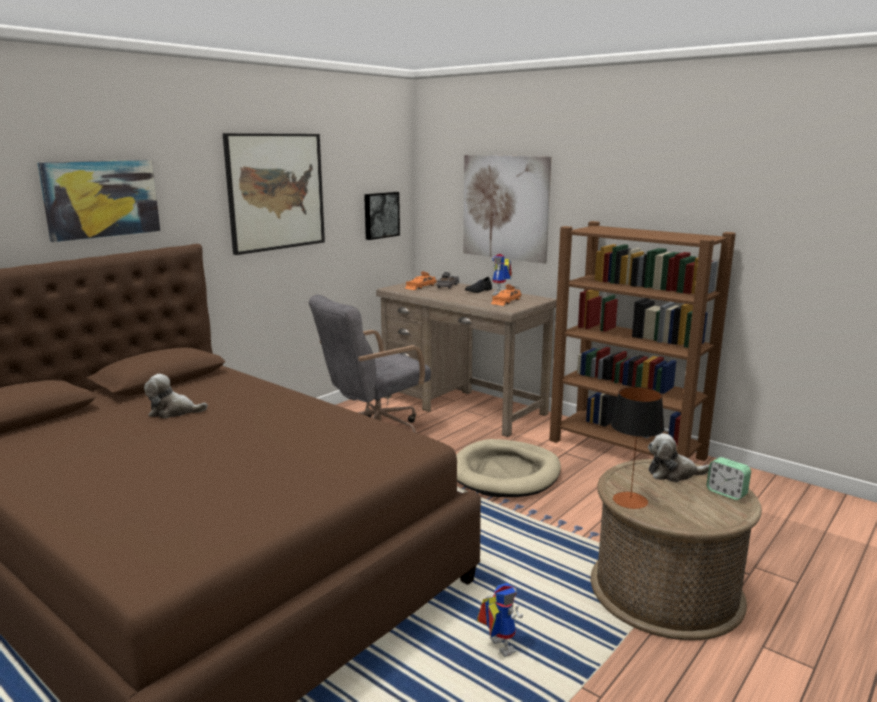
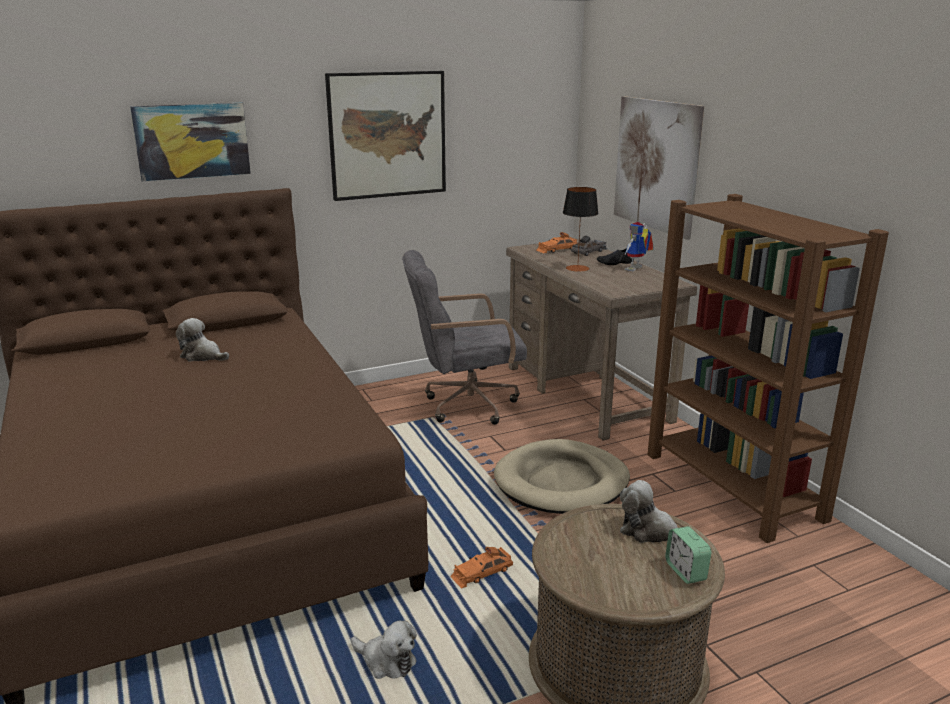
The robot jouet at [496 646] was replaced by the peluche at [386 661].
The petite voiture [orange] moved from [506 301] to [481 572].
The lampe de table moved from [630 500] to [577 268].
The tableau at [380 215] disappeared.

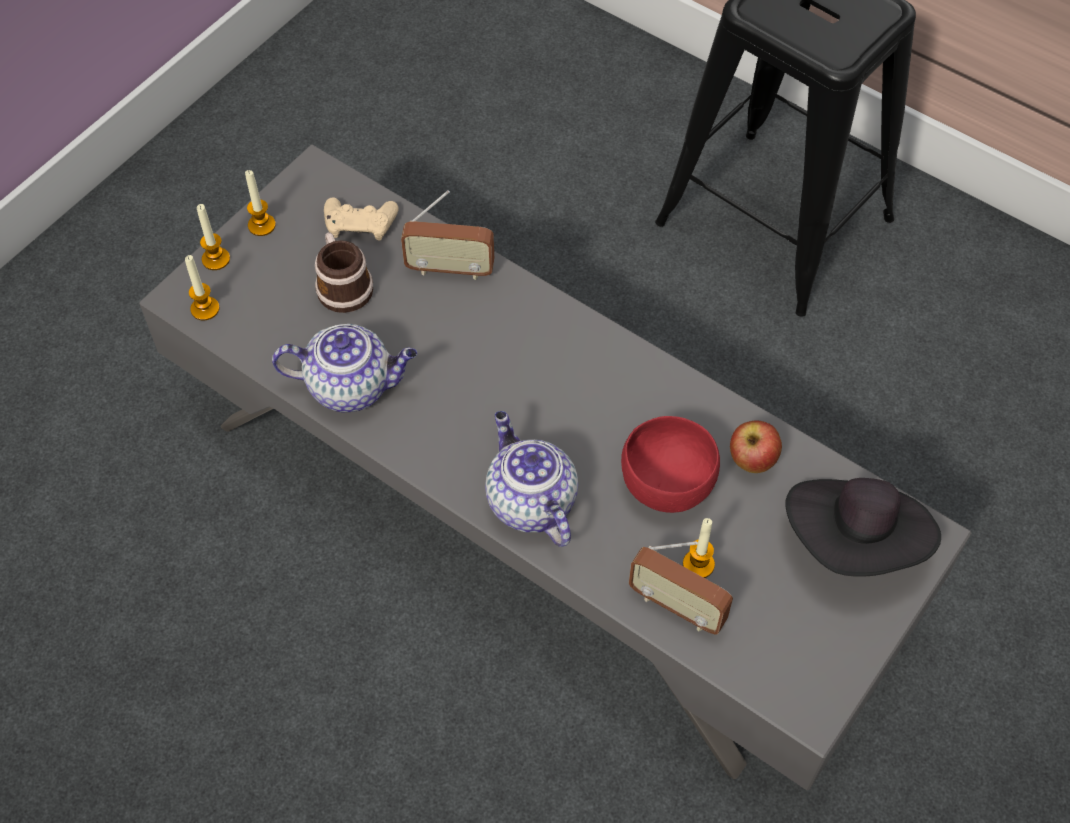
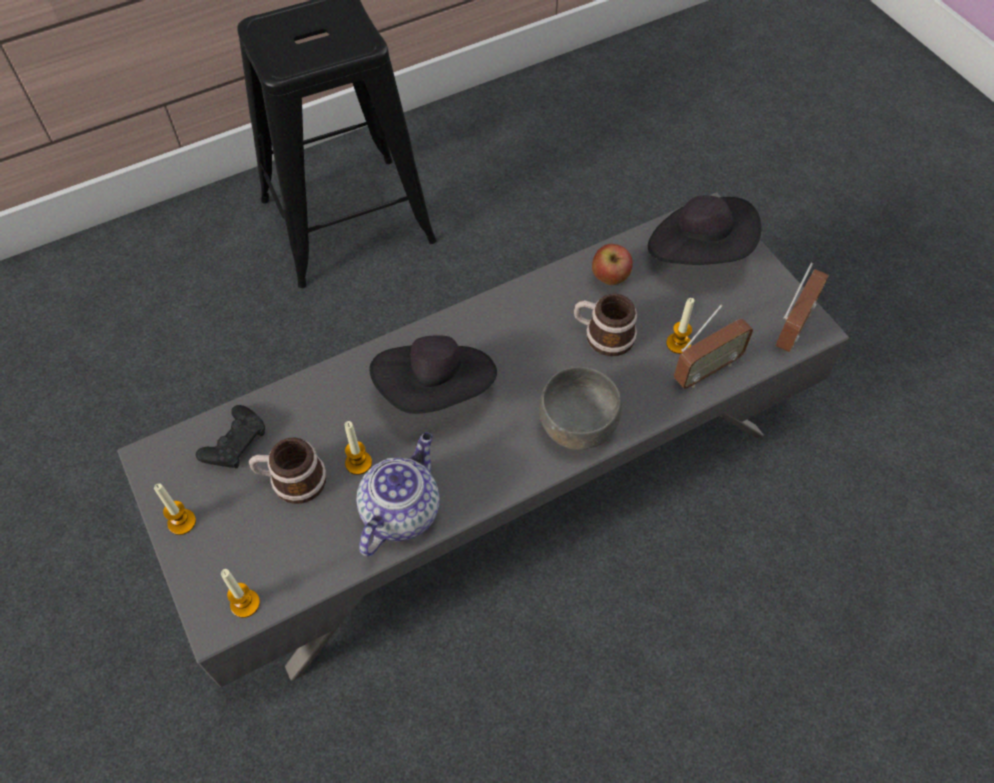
The manette [beige] at [360 223] became the manette [noir] at [235 442].
The bougie moved from [216 259] to [358 463].
The chapeau [noir] at [436 390] appeared.
The théière at [529 501] was replaced by the bol [gris] at [577 426].
The bol [rouge] at [665 483] was replaced by the mug at [603 335].
The radio moved from [450 269] to [793 327].

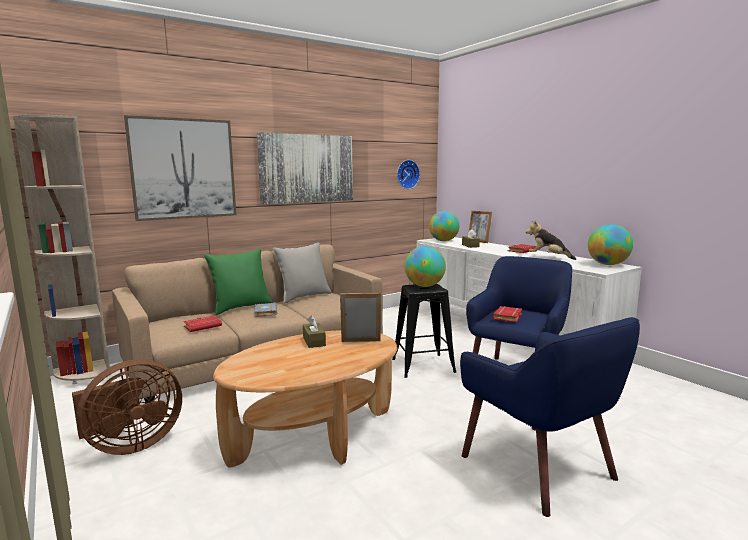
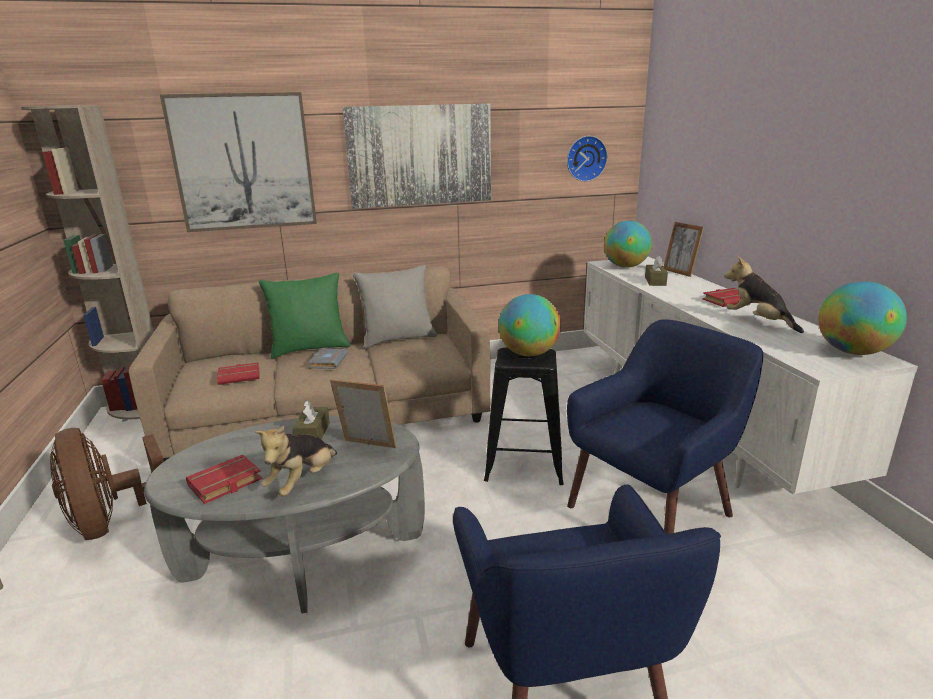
The ventilateur [marron] at [130 445] turned 75 degrees clockwise.
The table basse [marron] at [314 437] became the table basse [gris] at [304 558].
The livre [rouge] moved from [508 317] to [224 484].
The peluche at [302 482] appeared.

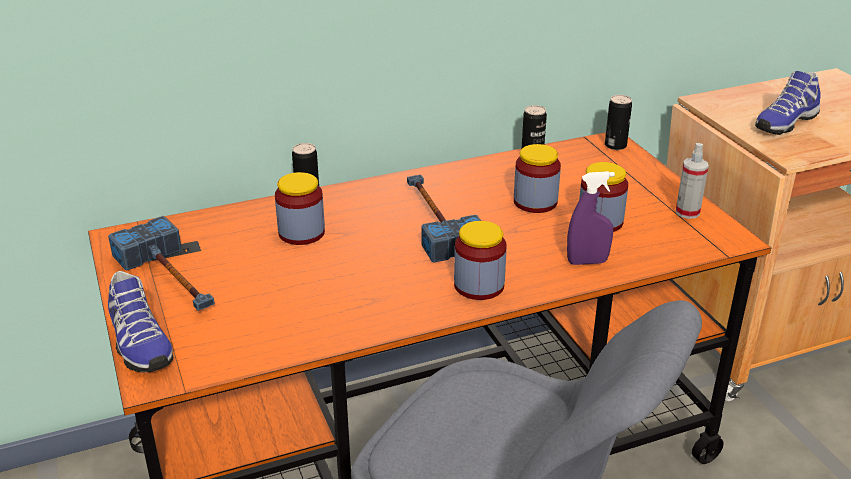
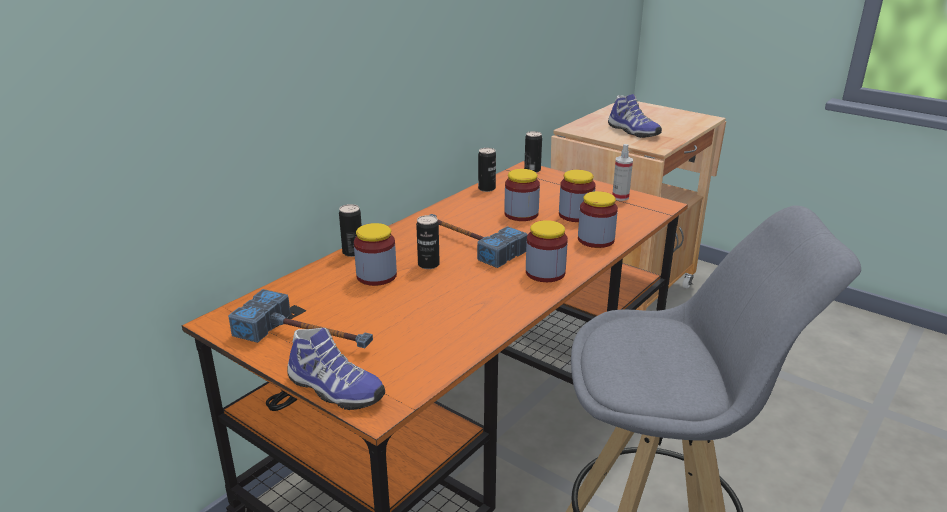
The boîte métallique at [428 264] appeared.
The vaporisateur [violet] at [587 262] was replaced by the bocal at [596 240].
The chaussure at [784 122] turned 60 degrees counterclockwise.

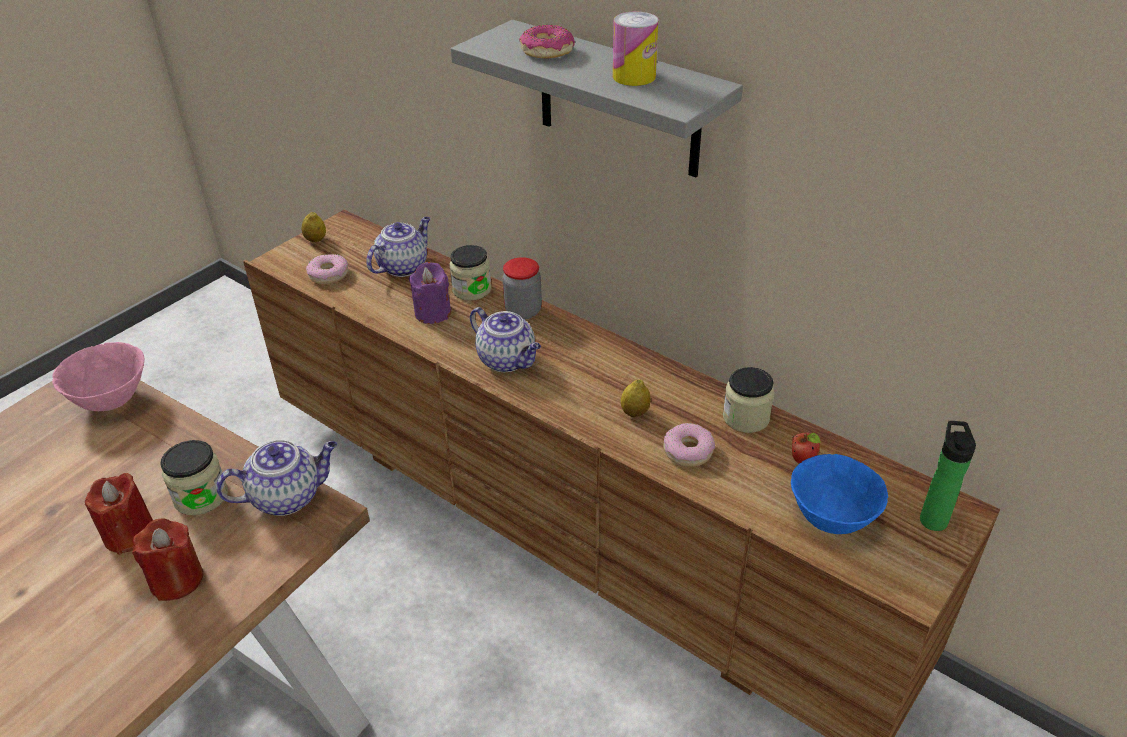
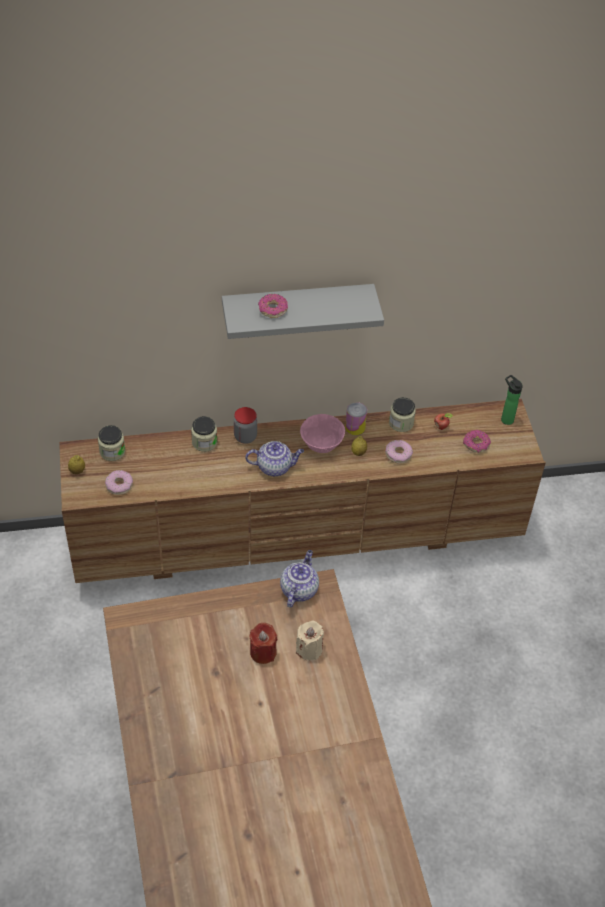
The bocal moved from [201 496] to [112 451].
The bougie [rouge] at [176 579] became the bougie [beige] at [309 649].
The bol [rose] moved from [112 400] to [321 445].
The boîte métallique moved from [634 76] to [355 427].
The bol [bleu] at [831 518] was replaced by the beignet at [476 444].
The théière at [403 266] disappeared.
The bougie [violet] at [432 313] disappeared.

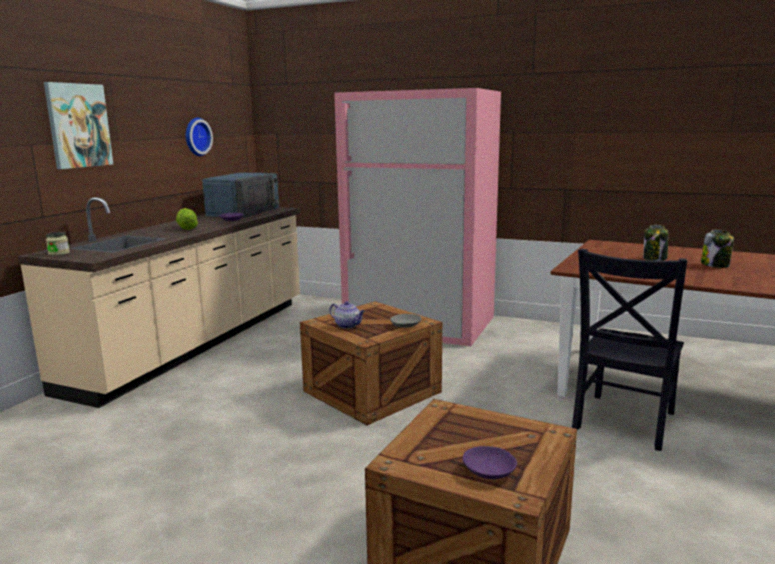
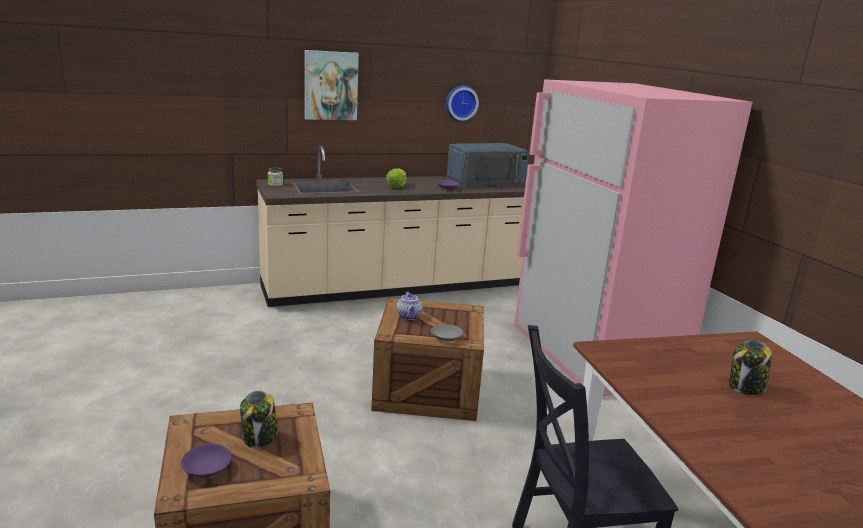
The bocal moved from [715 265] to [260 438].

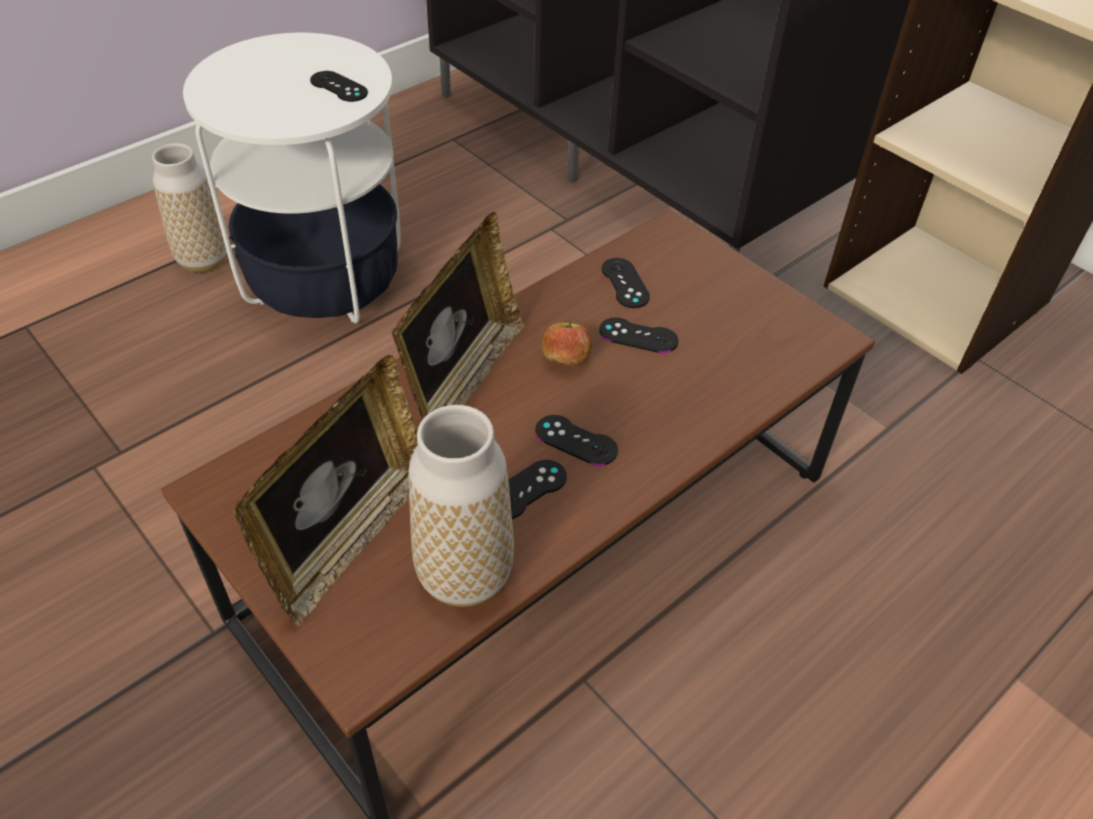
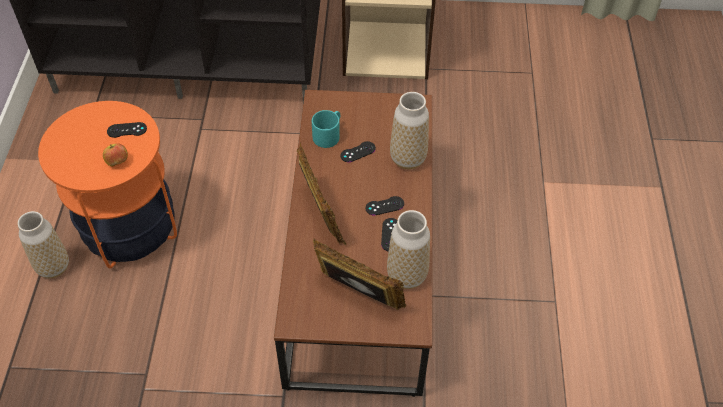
The table d'appoint [blanc] at [325 282] became the table d'appoint [orange] at [130 231].
The pomme moved from [566 360] to [117 162].
The manette [noir] at [625 283] was replaced by the mug [turquoise] at [328 134].
The cadre photo at [350 537] turned 45 degrees counterclockwise.
The vase at [408 159] appeared.

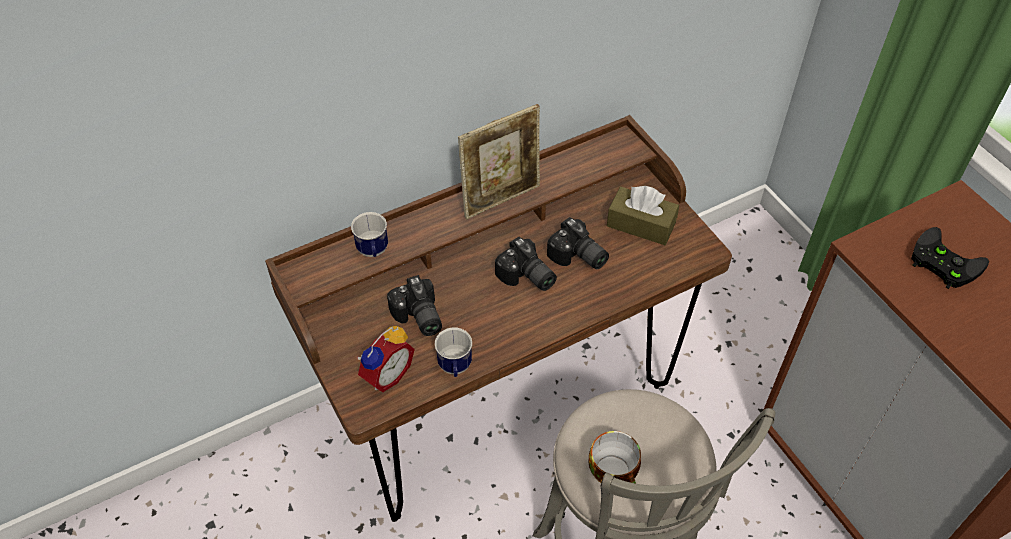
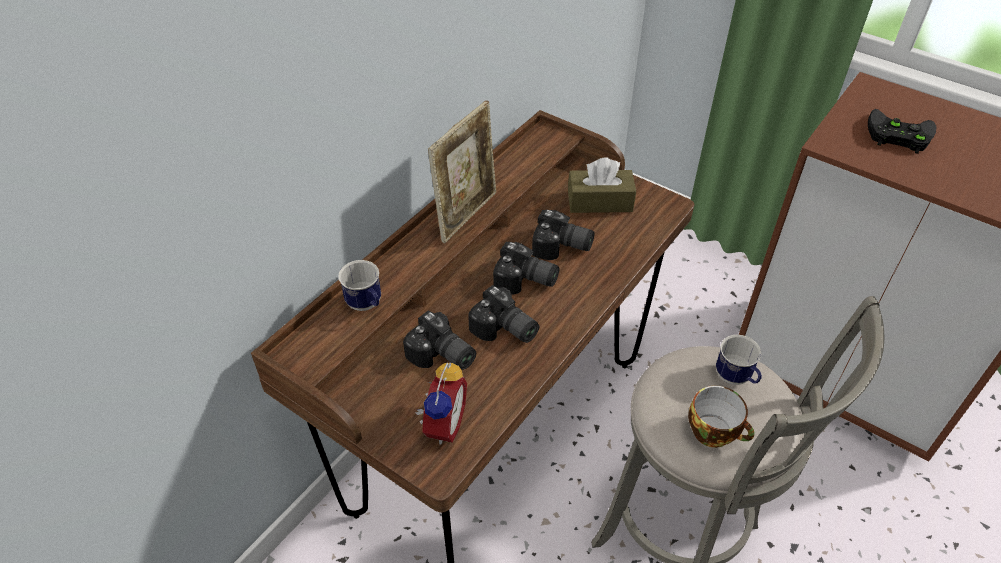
The appareil photo at [504 330] appeared.
The mug moved from [455 368] to [736 379].

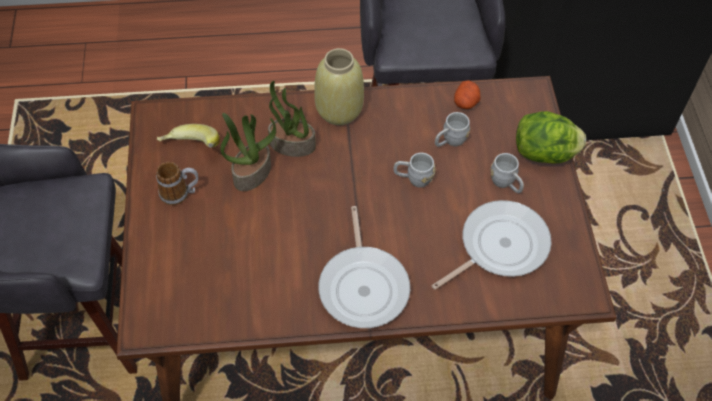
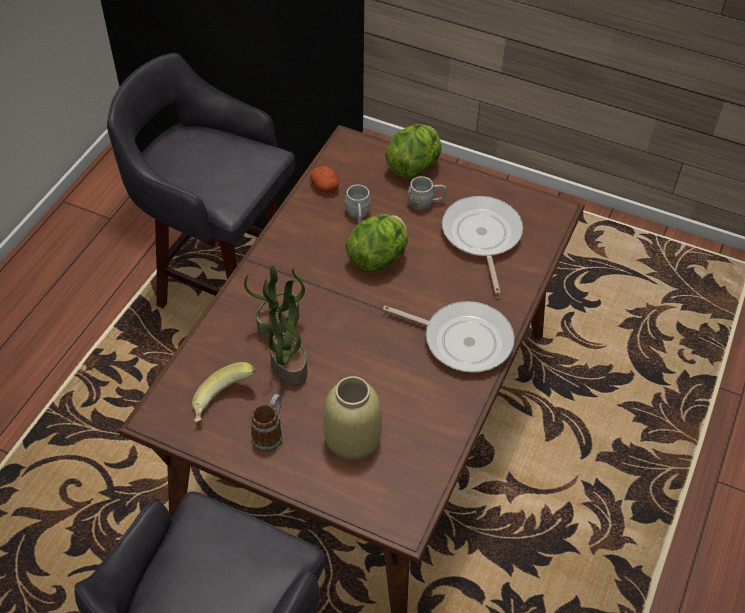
The vase [beige] moved from [338 111] to [353 441].
The mug [gris] at [413 178] was replaced by the laitue at [378 257].

